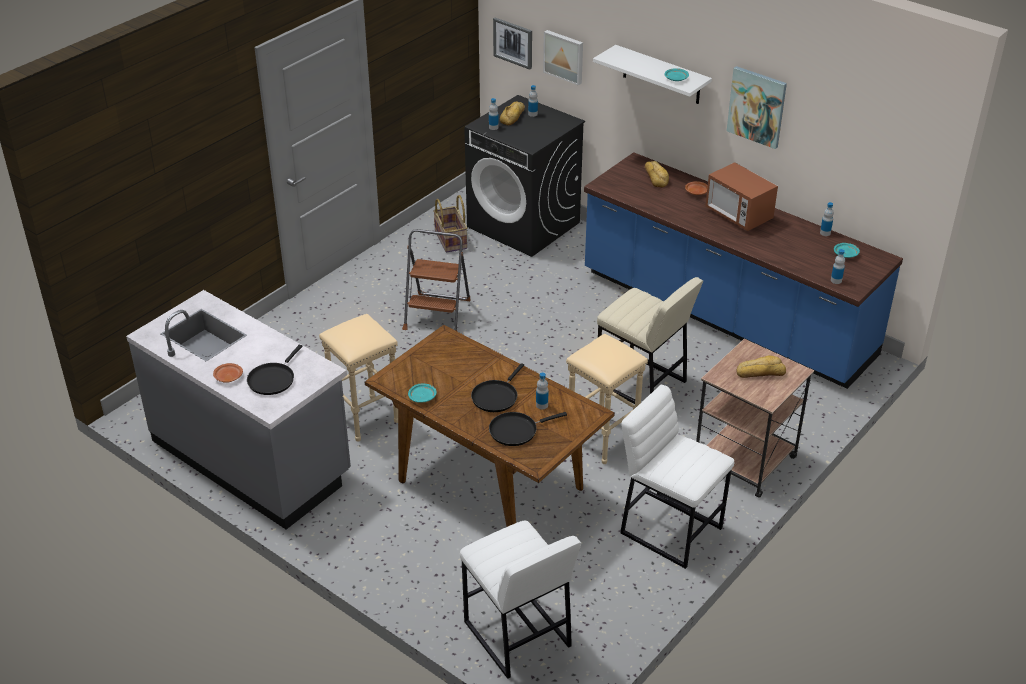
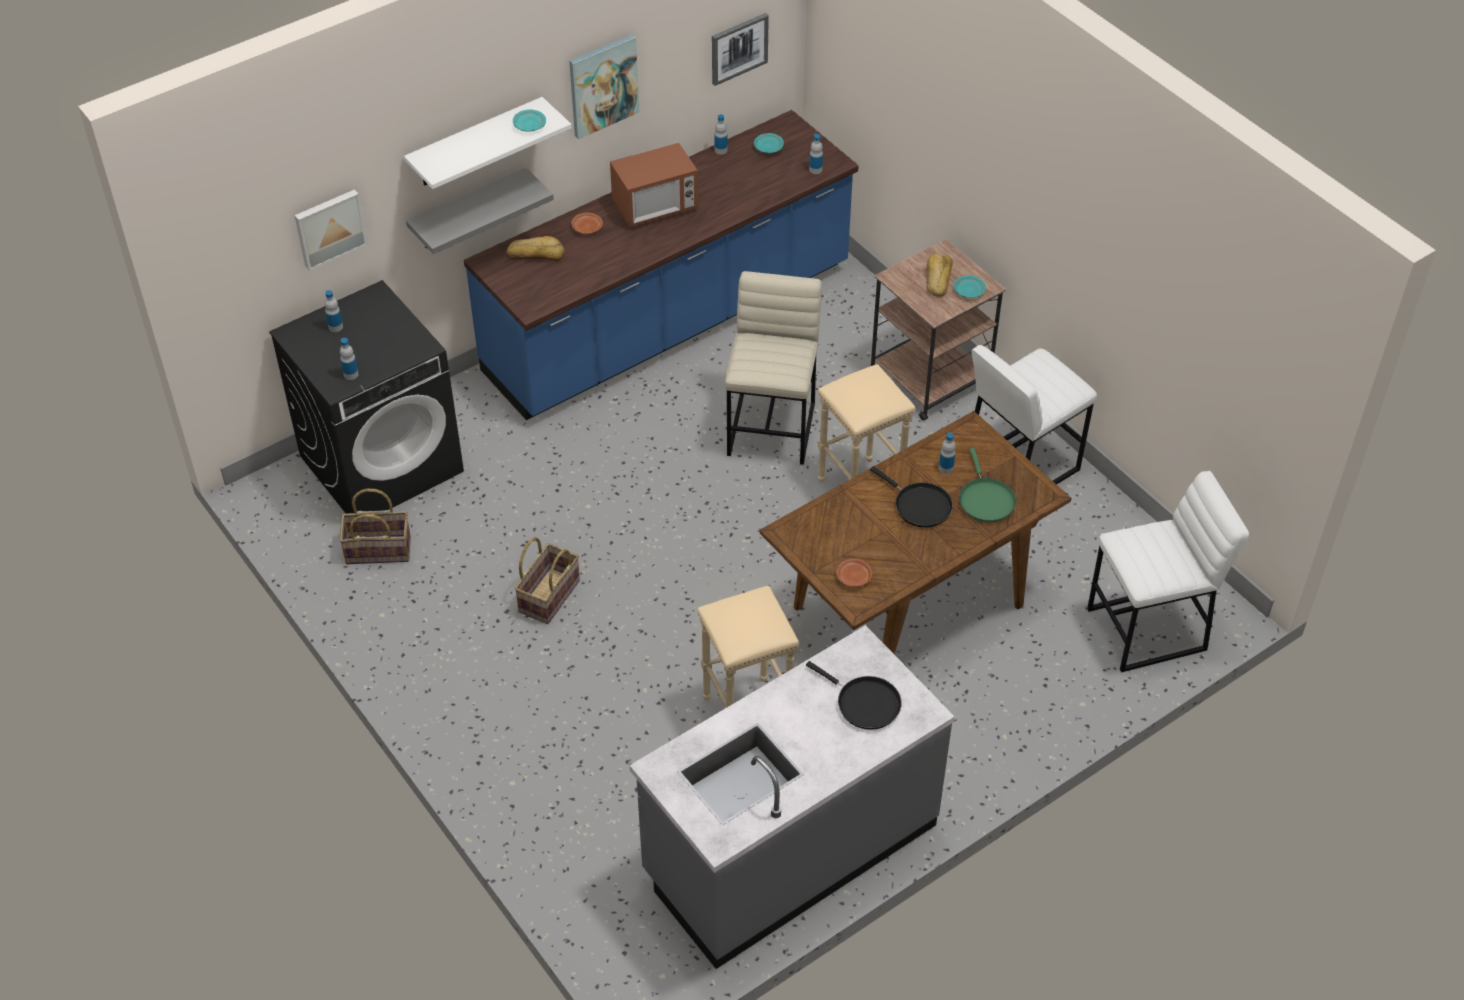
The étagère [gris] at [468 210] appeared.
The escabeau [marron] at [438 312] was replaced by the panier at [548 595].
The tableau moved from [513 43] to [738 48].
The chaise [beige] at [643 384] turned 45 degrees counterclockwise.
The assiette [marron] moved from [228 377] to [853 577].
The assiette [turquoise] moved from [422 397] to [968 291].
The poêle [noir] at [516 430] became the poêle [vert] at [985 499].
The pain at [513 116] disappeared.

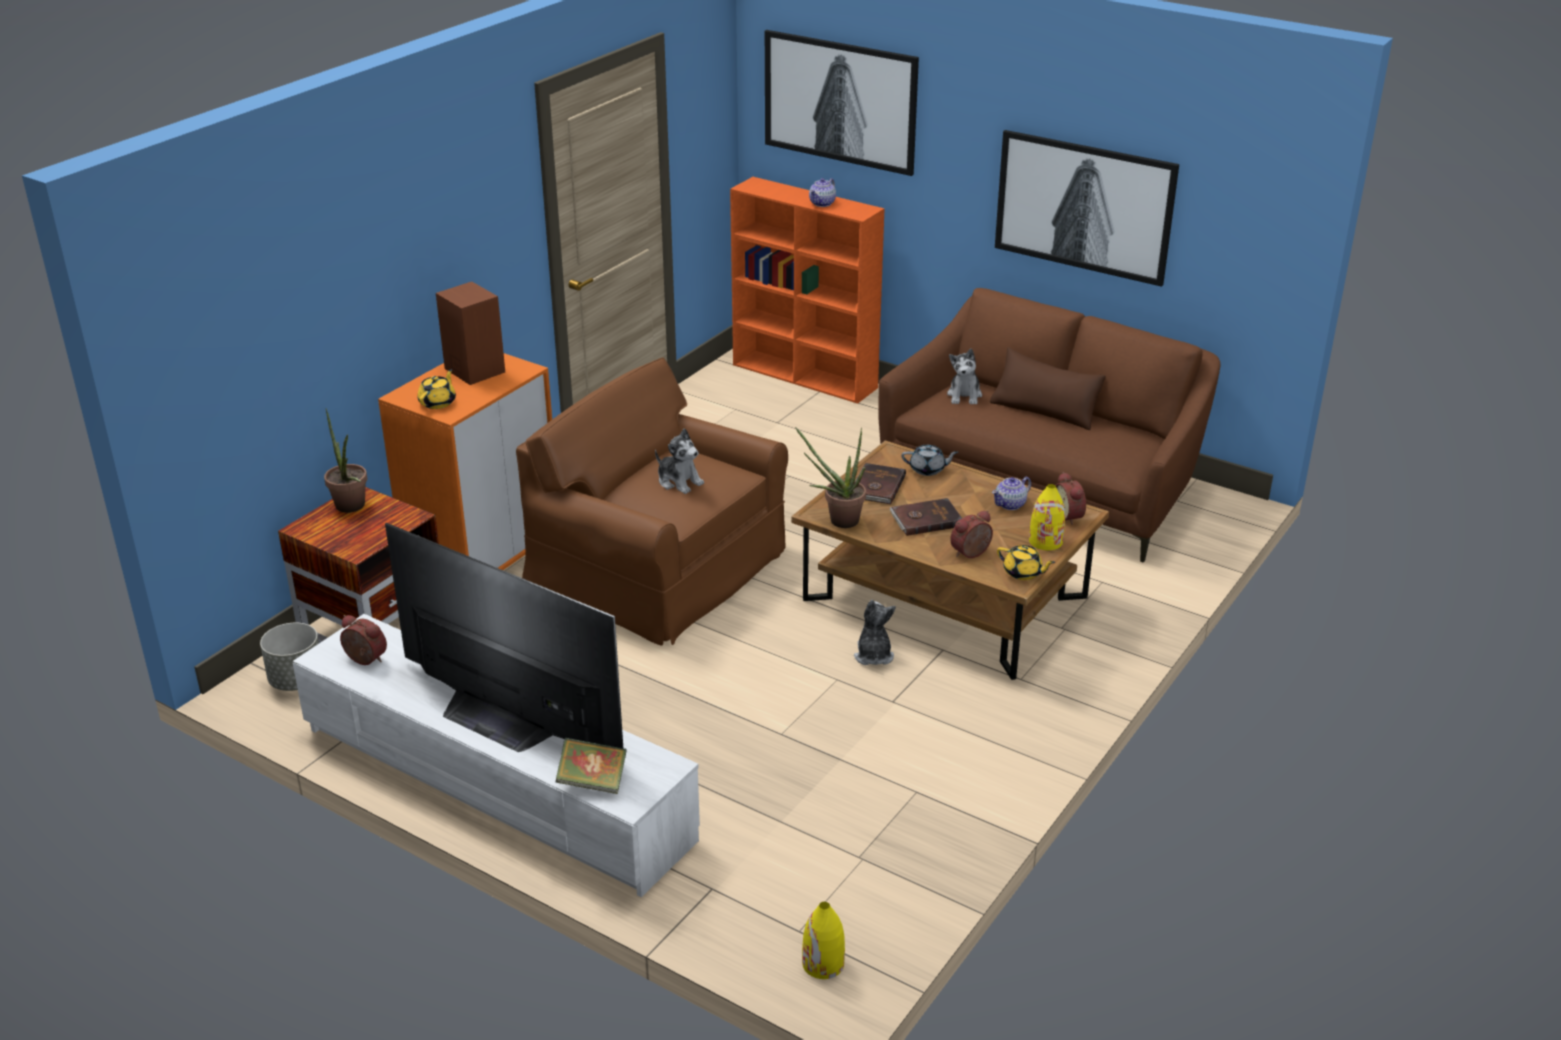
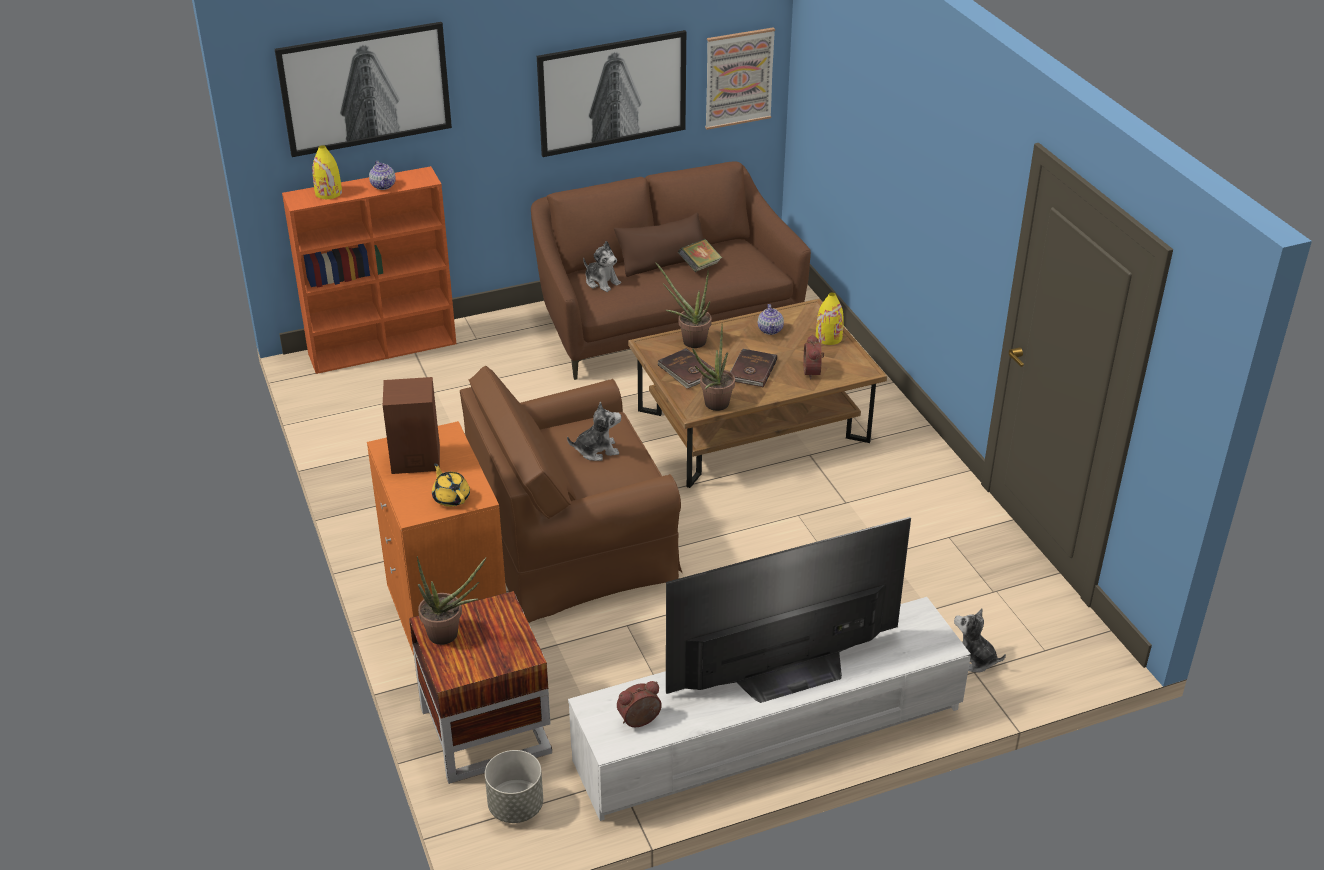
The vase [jaune] moved from [823 964] to [328 193].
The théière [gris] at [928 469] was replaced by the plante en pot at [689 341].
The livre moved from [592 782] to [699 266].
The tableau at [738 78] appeared.
The peluche moved from [873 655] to [973 659].
The théière [jaune] at [1023 573] disappeared.
The réveil at [1069 516] disappeared.

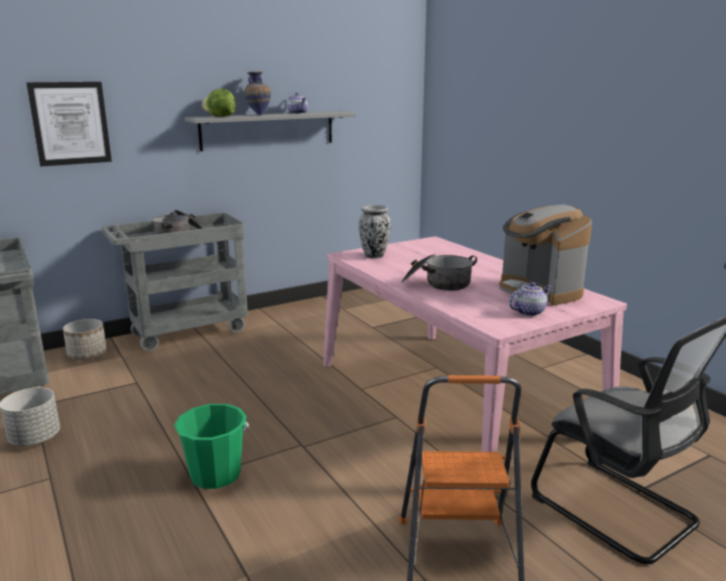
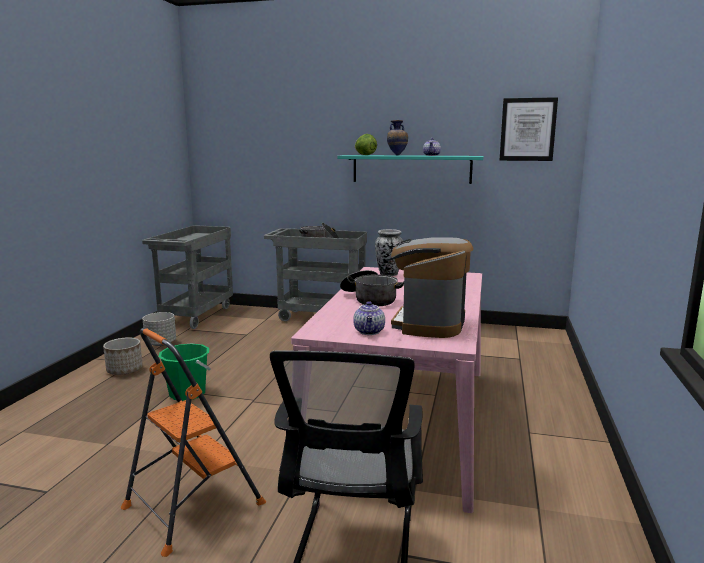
The cache-pot moved from [87 354] to [125 370].
The étagère [gris] at [268 130] became the étagère [turquoise] at [411 169].
The théière at [528 312] turned 75 degrees clockwise.
The tableau moved from [70 123] to [527 129].

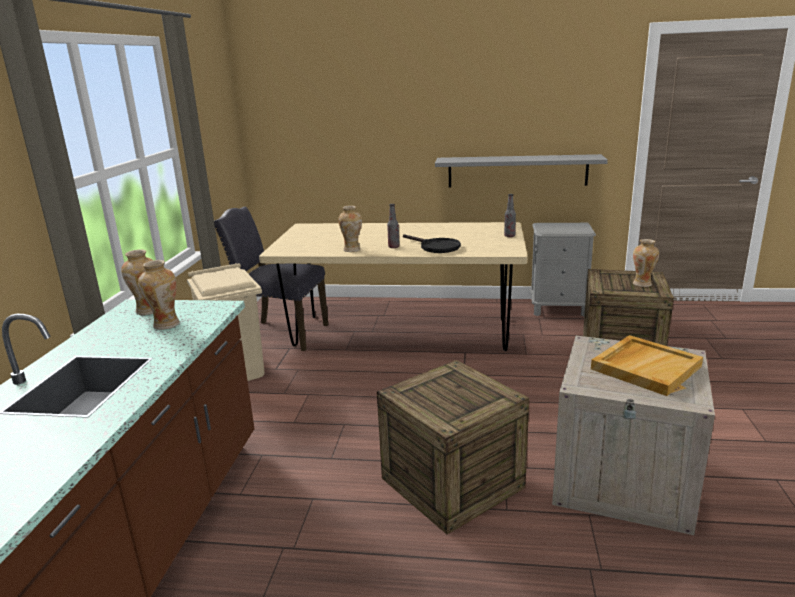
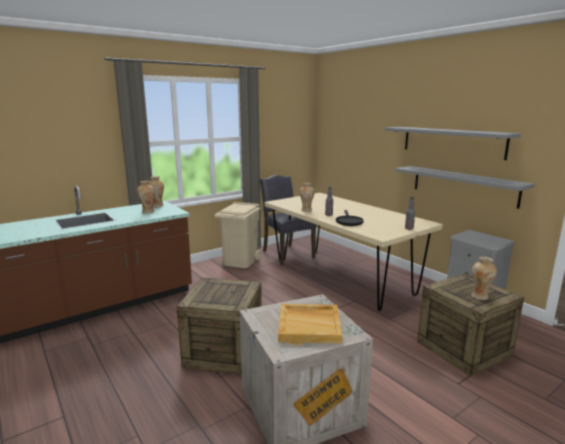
The étagère [gris] at [452 142] appeared.

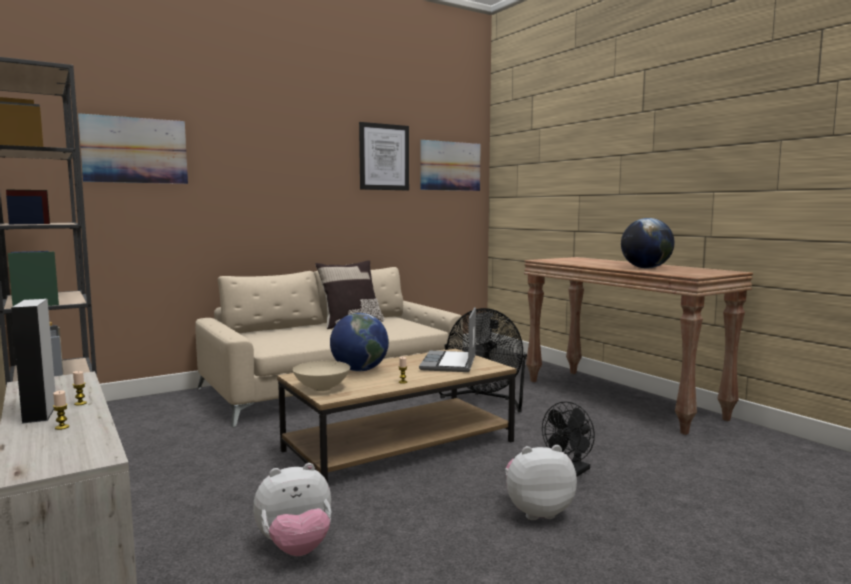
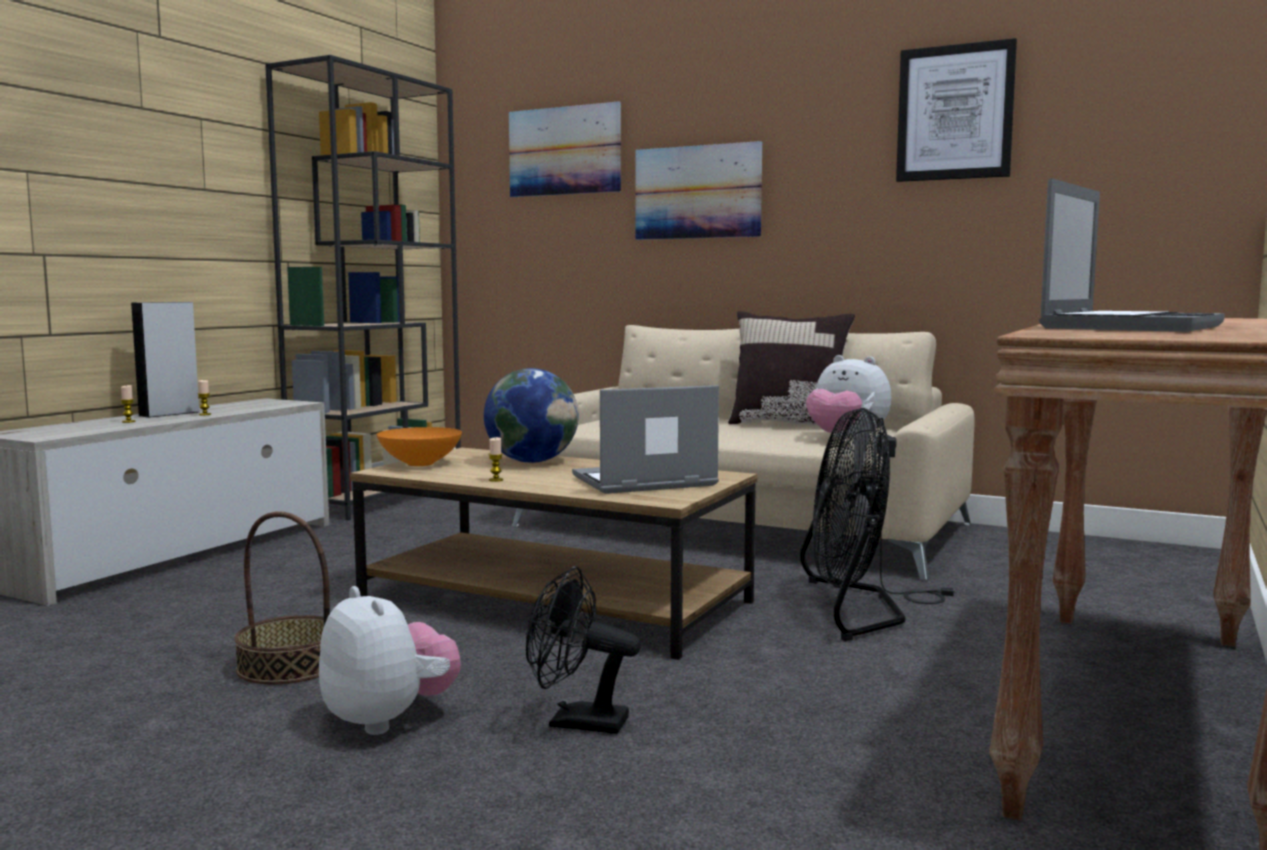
The panier at [290 665] appeared.
The bol [beige] at [323 388] became the bol [orange] at [421 464].
The tableau moved from [450 166] to [697 192].
The peluche moved from [296 548] to [846 439].
The globe at [645 268] was replaced by the ordinateur portable at [1129 327].

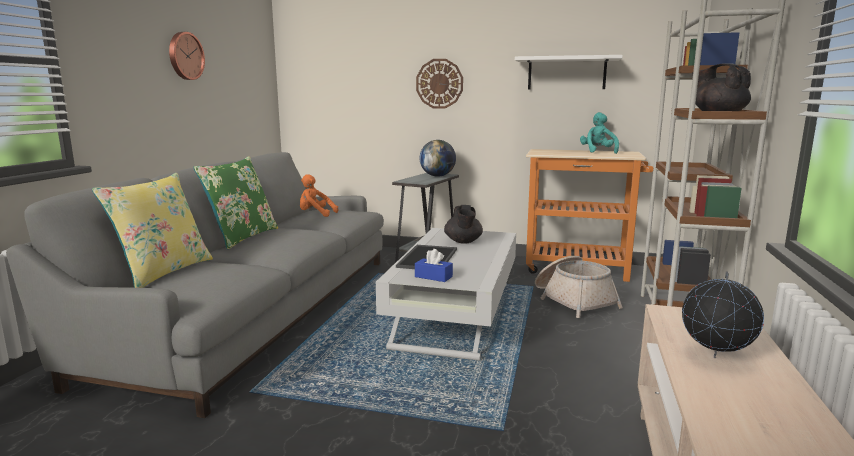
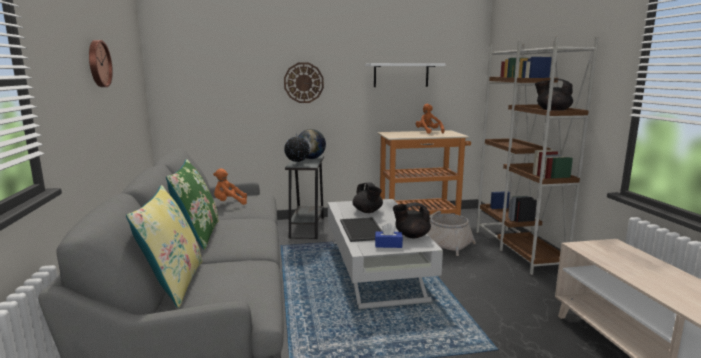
The globe moved from [715 357] to [297 165].
The théière [noir] at [411 236] appeared.
The peluche [turquoise] at [598 152] became the peluche [orange] at [428 132].

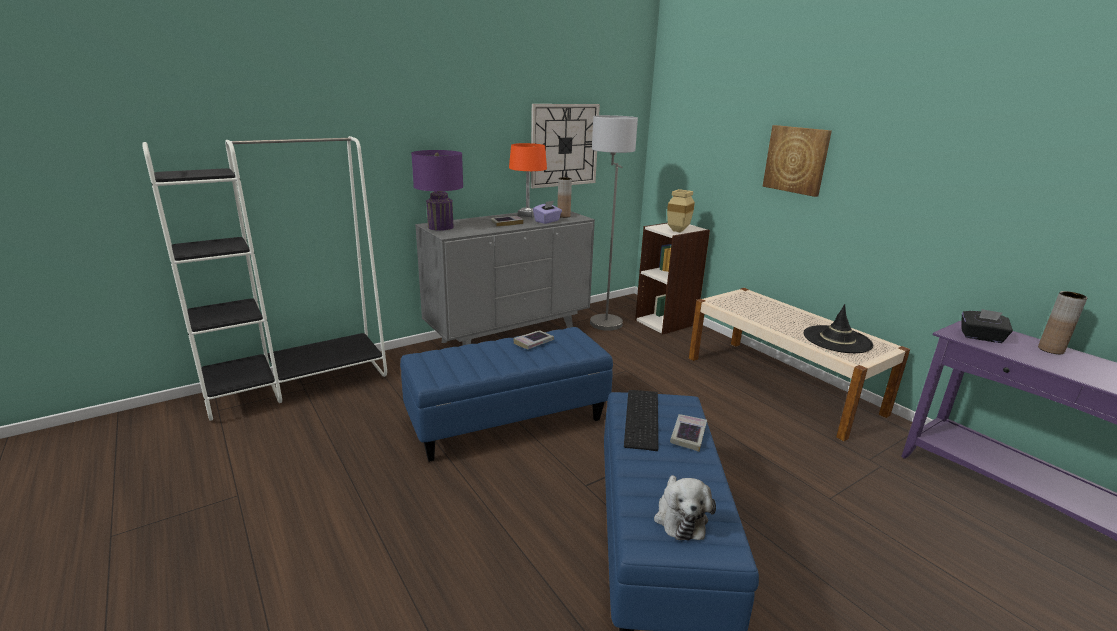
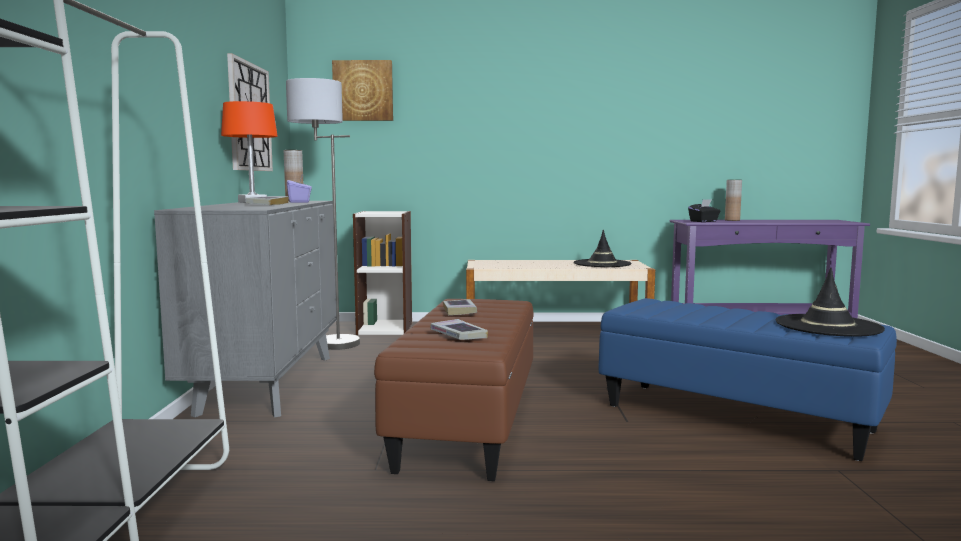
The tableau moved from [796 160] to [363 91].
The pouf [bleu] at [508 423] became the pouf [marron] at [469 426].
The livre moved from [688 435] to [458 335].
The peluche at [680 517] was replaced by the chapeau [noir] at [828 326].
The lampe de table [violet] at [440 227] disappeared.
The clavier at [644 419] disappeared.
The vase [beige] at [677 230] disappeared.

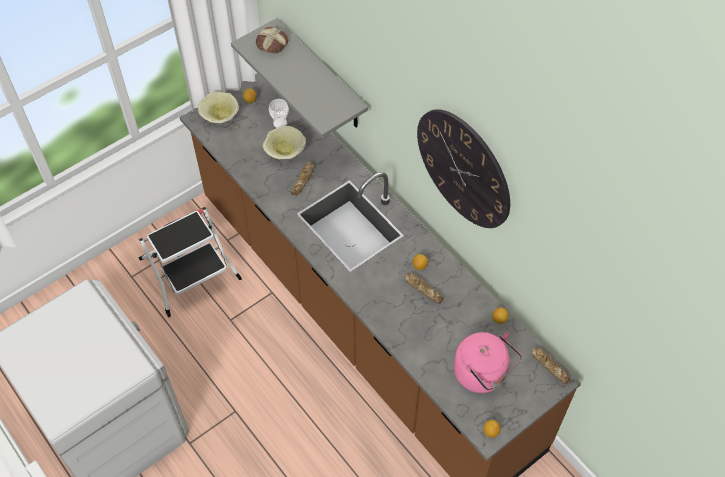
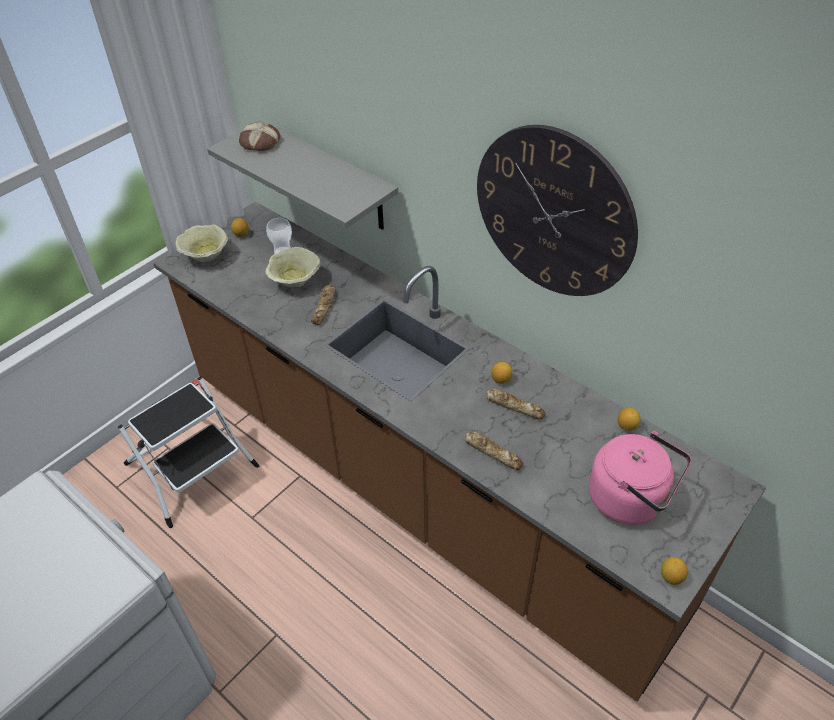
The pain moved from [550 366] to [493 452].

